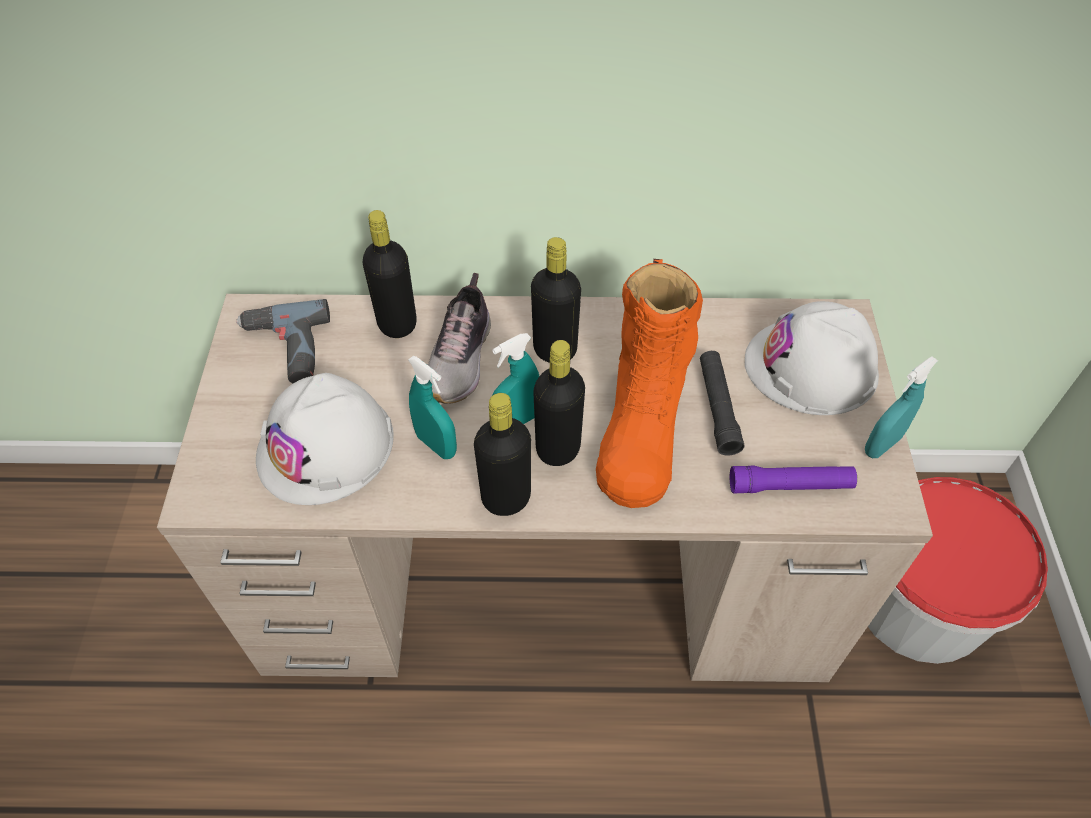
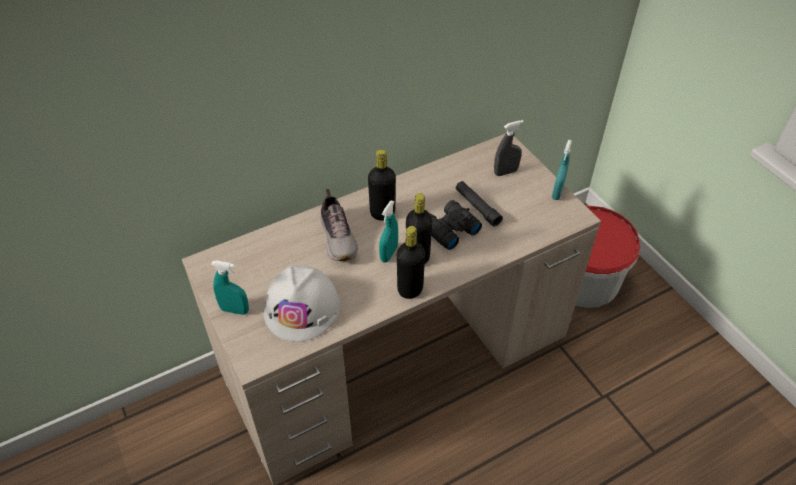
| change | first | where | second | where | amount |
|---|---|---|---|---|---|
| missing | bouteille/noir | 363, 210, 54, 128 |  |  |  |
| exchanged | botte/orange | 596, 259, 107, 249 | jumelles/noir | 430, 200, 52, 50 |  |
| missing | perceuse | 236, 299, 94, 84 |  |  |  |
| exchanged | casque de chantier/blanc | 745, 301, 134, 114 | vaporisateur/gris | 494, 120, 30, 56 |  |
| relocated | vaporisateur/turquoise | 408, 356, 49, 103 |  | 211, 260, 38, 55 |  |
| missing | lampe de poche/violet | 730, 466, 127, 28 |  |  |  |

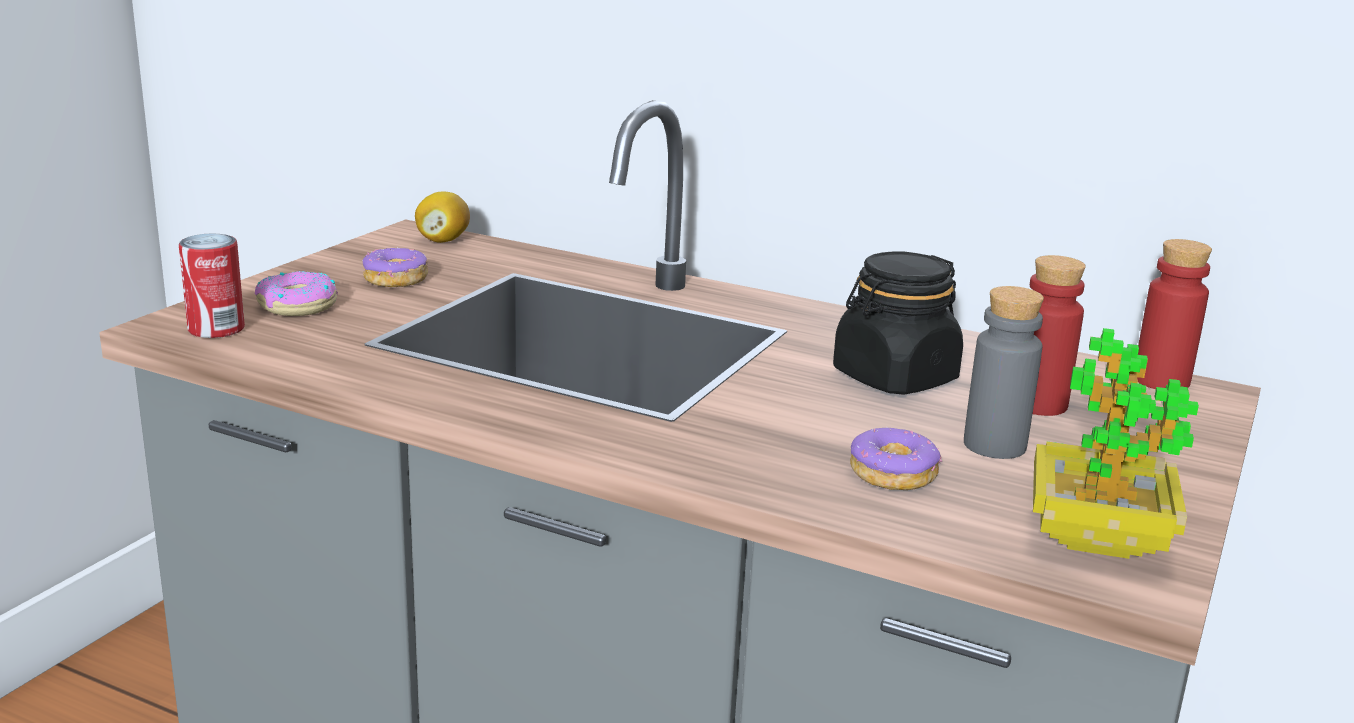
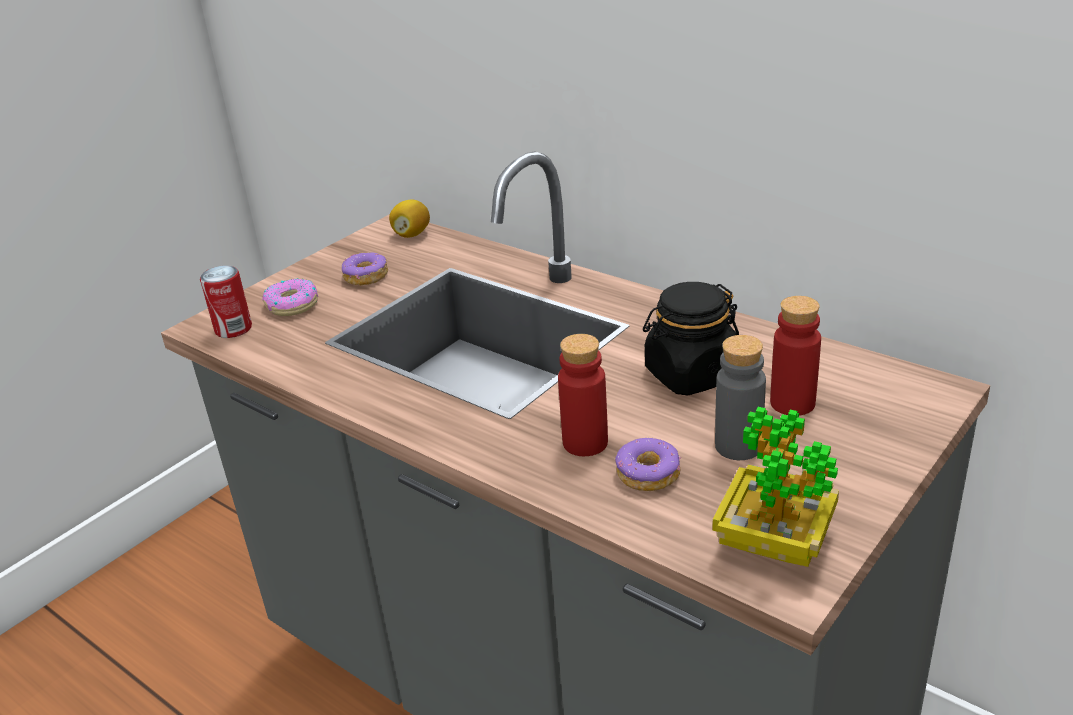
| change | first | where | second | where | amount |
|---|---|---|---|---|---|
| relocated | bouteille/rouge | 1137, 239, 75, 150 |  | 558, 334, 50, 122 |  |

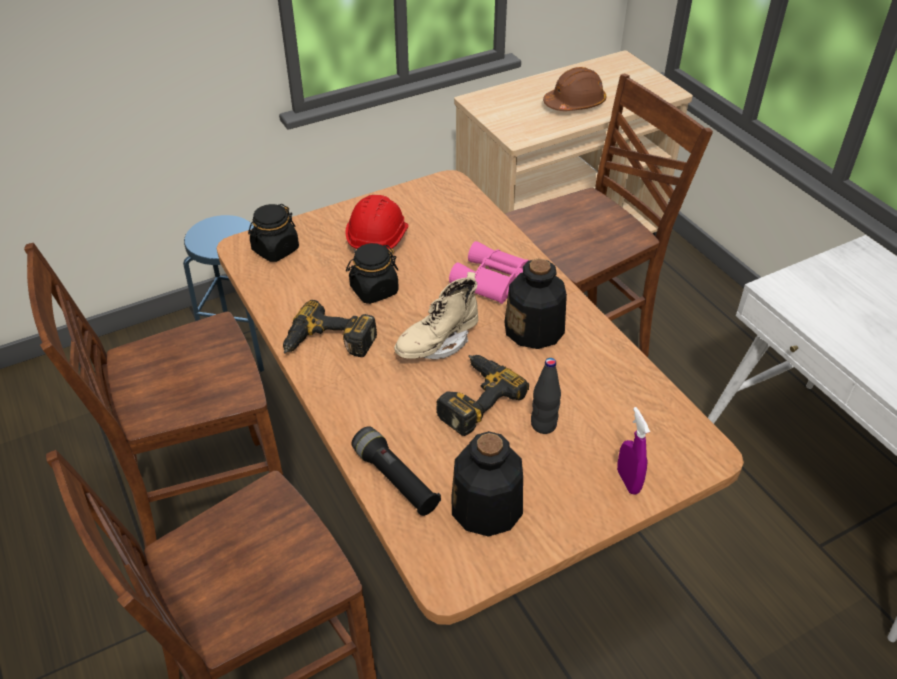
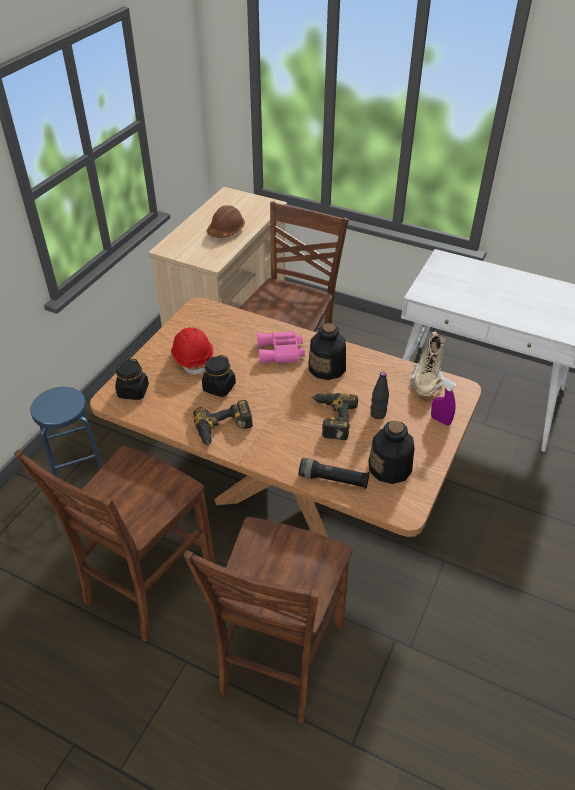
| change | first | where | second | where | amount |
|---|---|---|---|---|---|
| relocated | botte/beige | 394, 272, 84, 88 |  | 410, 331, 35, 65 |  |

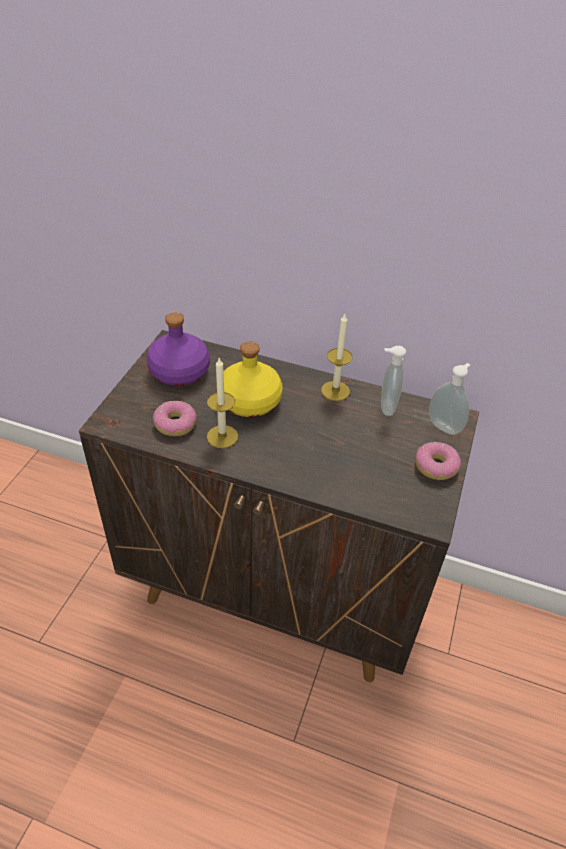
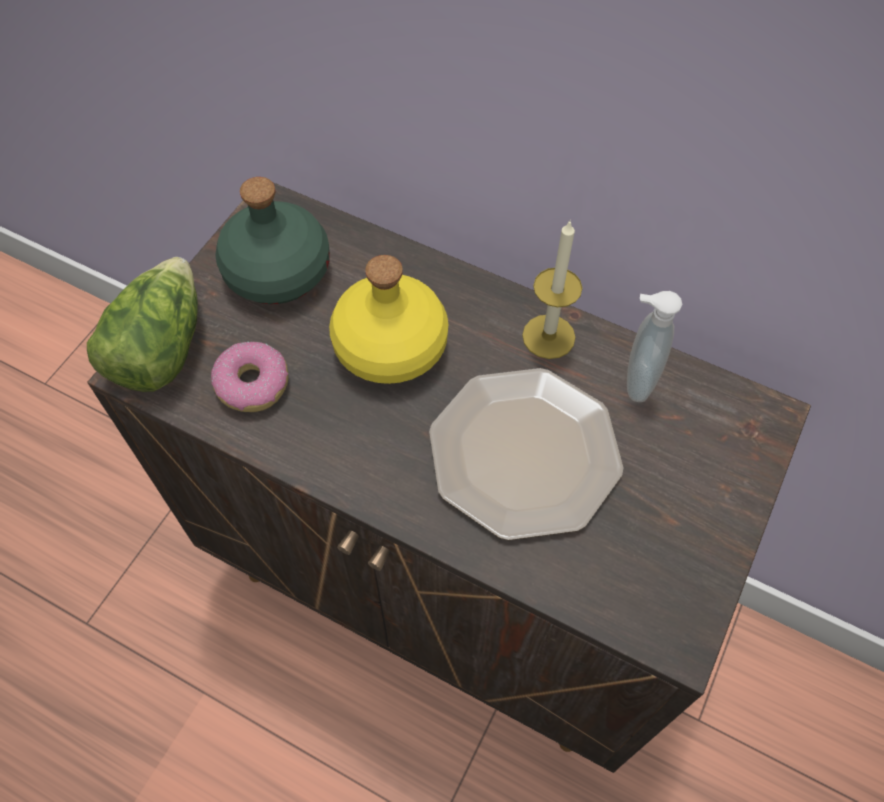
| change | first | where | second | where | amount |
|---|---|---|---|---|---|
| colour | bouteille/violet | 146, 313, 64, 73 | bouteille/vert | 215, 177, 115, 127 |  |
| missing | bougie | 207, 358, 31, 90 |  |  |  |
| missing | distributeur de savon | 429, 363, 41, 72 |  |  |  |
| missing | beignet | 415, 442, 46, 38 |  |  |  |
| appeared |  |  | laitue | 87, 257, 111, 135 |  |
| appeared |  |  | assiette | 429, 368, 195, 172 |  |

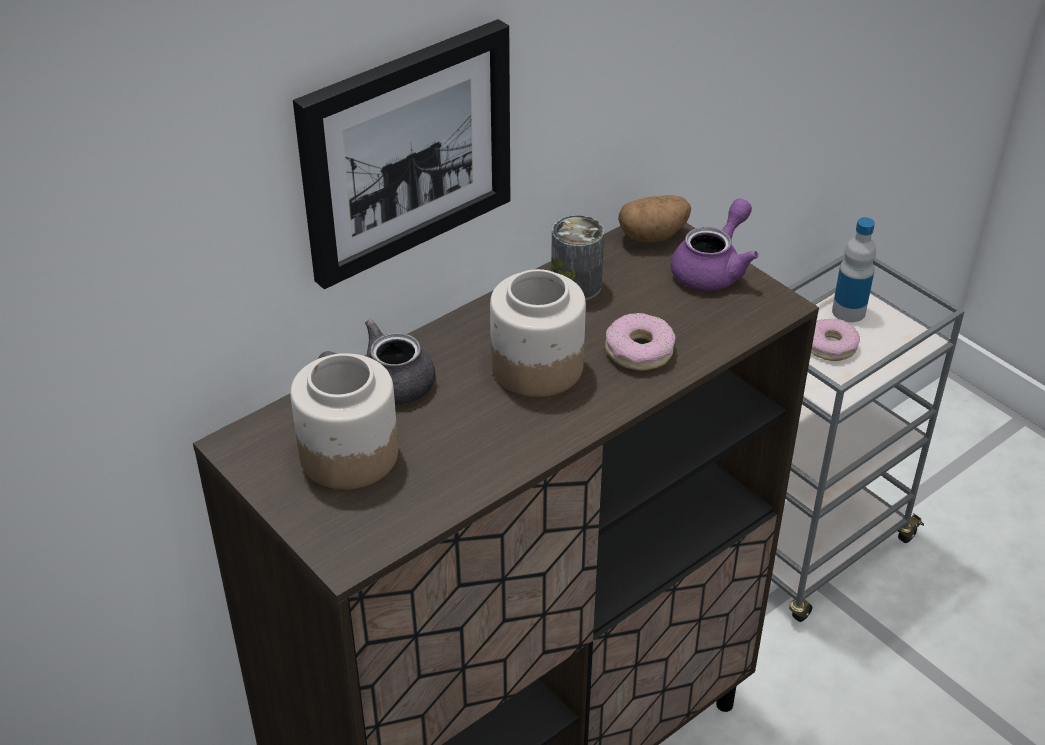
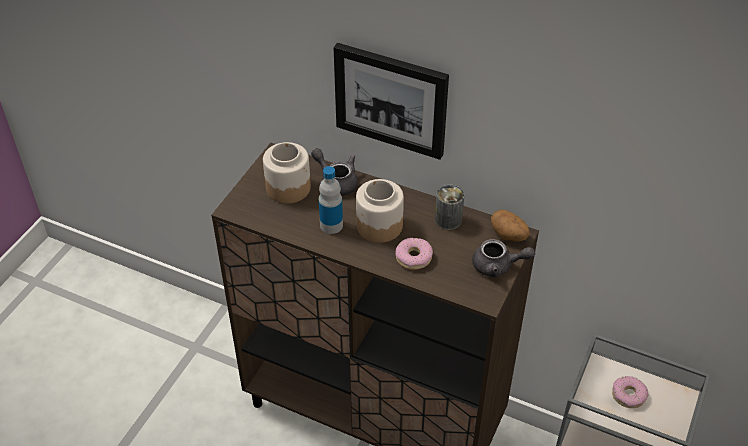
| change | first | where | second | where | amount |
|---|---|---|---|---|---|
| colour | théière/violet | 671, 198, 88, 93 | théière/gris | 472, 239, 63, 38 |  |
| relocated | bouteille | 832, 217, 44, 105 |  | 319, 166, 24, 68 |  |

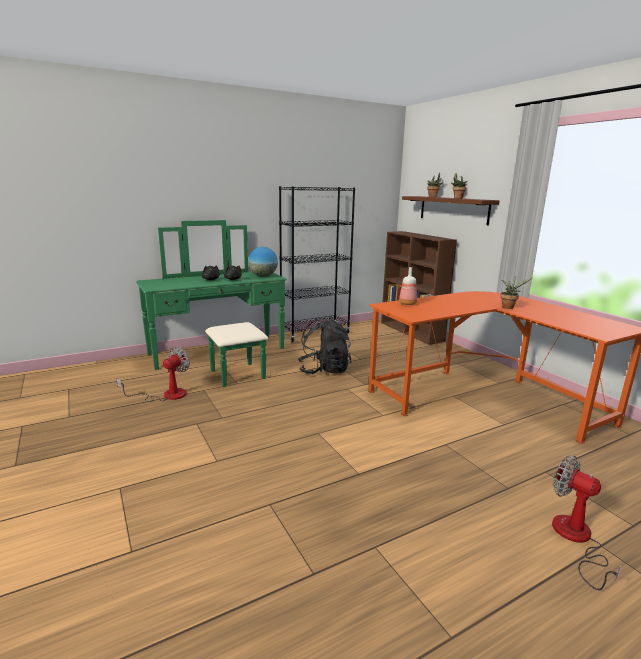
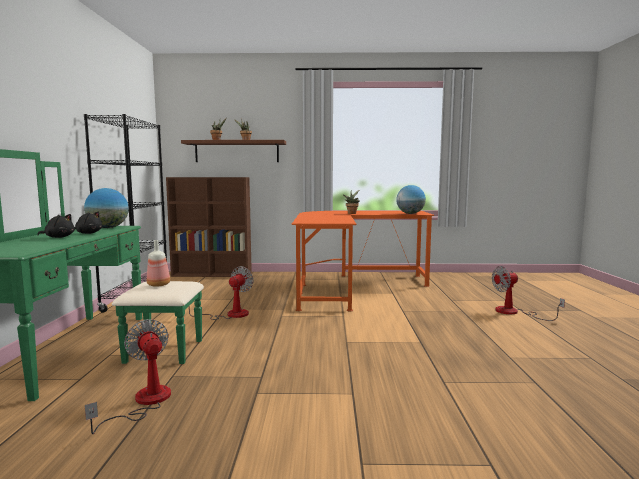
| change | first | where | second | where | amount |
|---|---|---|---|---|---|
| relocated | bouteille | 399, 267, 18, 38 |  | 147, 240, 23, 47 |  |
| exchanged | sac à dos/noir | 298, 319, 53, 55 | ventilateur | 189, 266, 64, 54 |  |
| appeared |  |  | globe | 396, 185, 30, 29 |  |

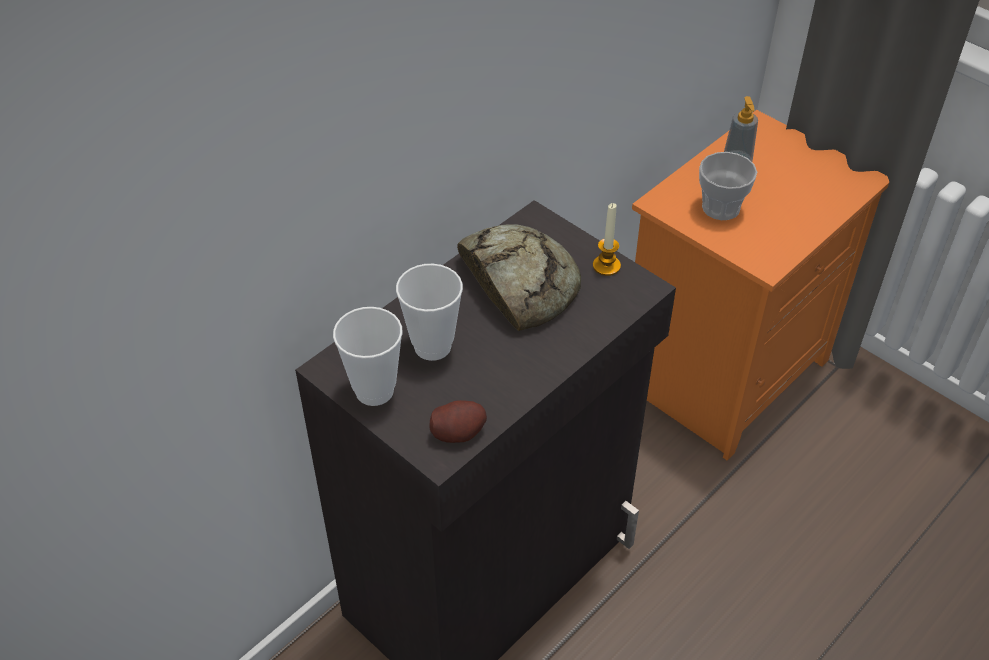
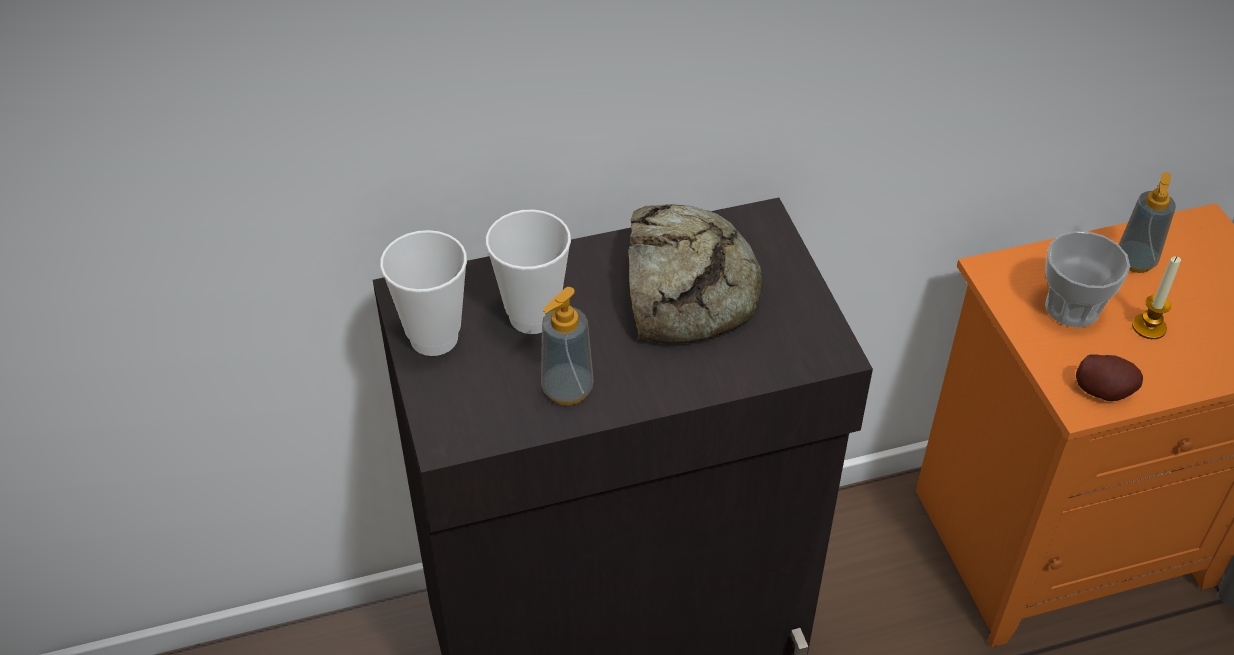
| change | first | where | second | where | amount |
|---|---|---|---|---|---|
| relocated | bougie | 593, 203, 28, 73 |  | 1132, 256, 49, 83 |  |
| relocated | pomme de terre | 429, 400, 58, 43 |  | 1076, 354, 67, 47 |  |
| appeared |  |  | distributeur de savon | 541, 287, 53, 118 |  |

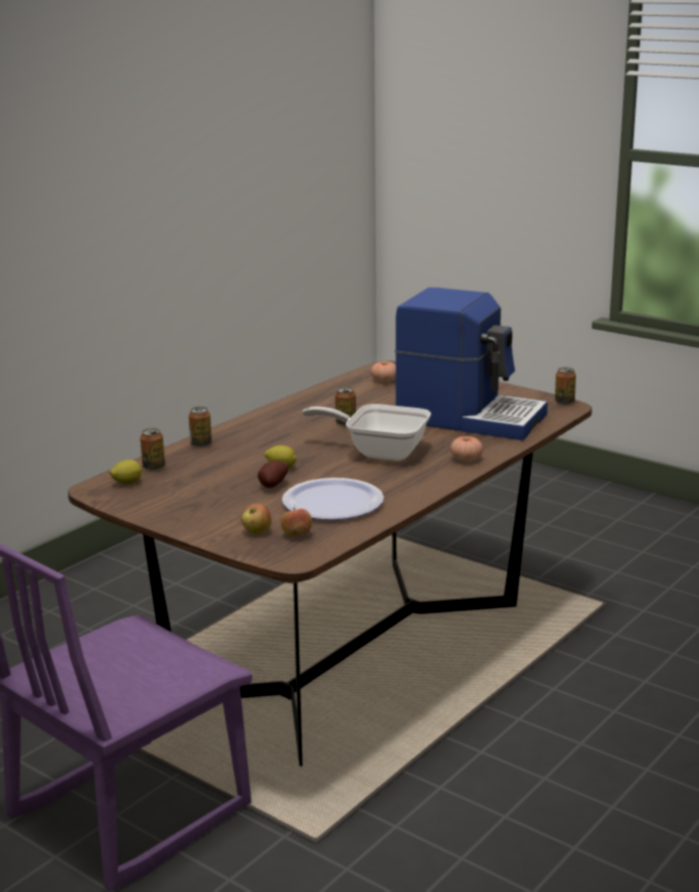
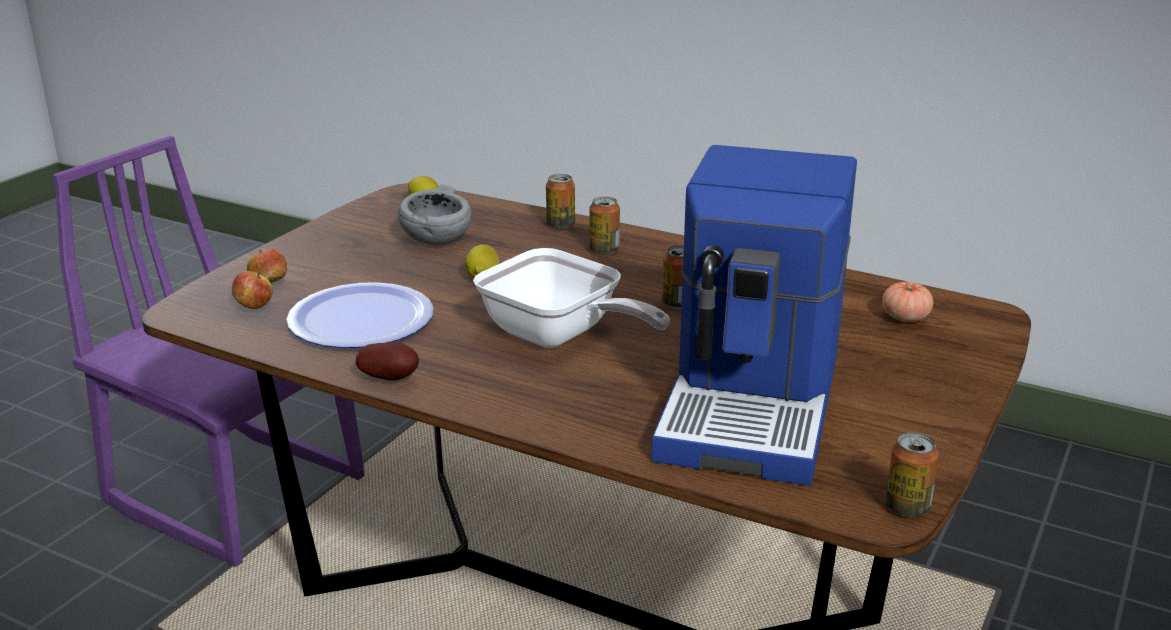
| change | first | where | second | where | amount |
|---|---|---|---|---|---|
| spun | poêle | 302, 404, 129, 57 |  | 473, 248, 197, 100 | 120 degrees clockwise |
| relocated | boîte métallique | 140, 428, 25, 43 |  | 589, 197, 31, 57 |  |
| missing | tomate | 450, 436, 33, 26 |  |  |  |
| relocated | pomme de terre | 258, 460, 30, 28 |  | 356, 341, 63, 40 |  |
| appeared |  |  | bol/gris | 398, 185, 73, 60 |  |

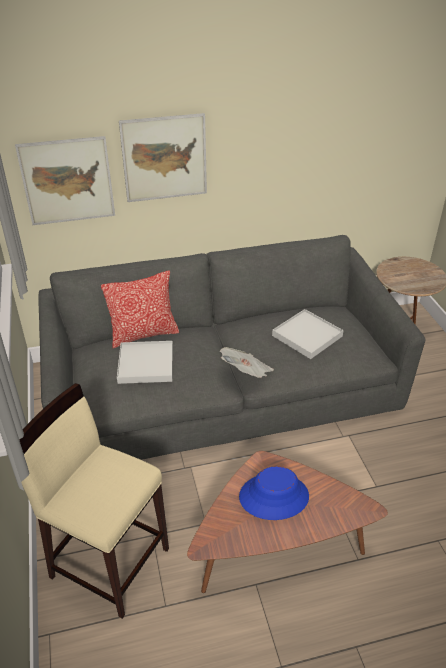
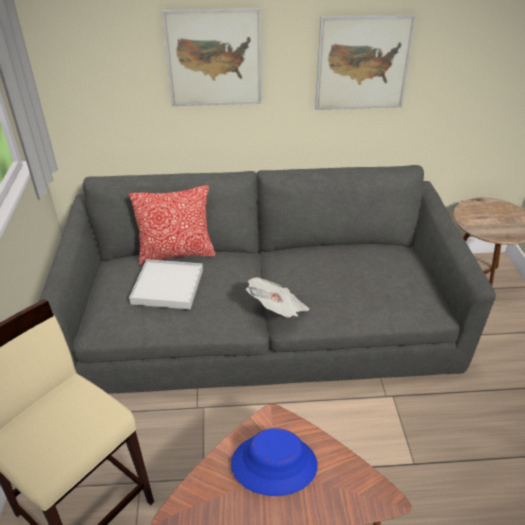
| change | first | where | second | where | amount |
|---|---|---|---|---|---|
| relocated | tableau | 15, 136, 100, 89 |  | 315, 15, 101, 95 |  |
| missing | plateau/blanc | 272, 309, 72, 50 |  |  |  |

